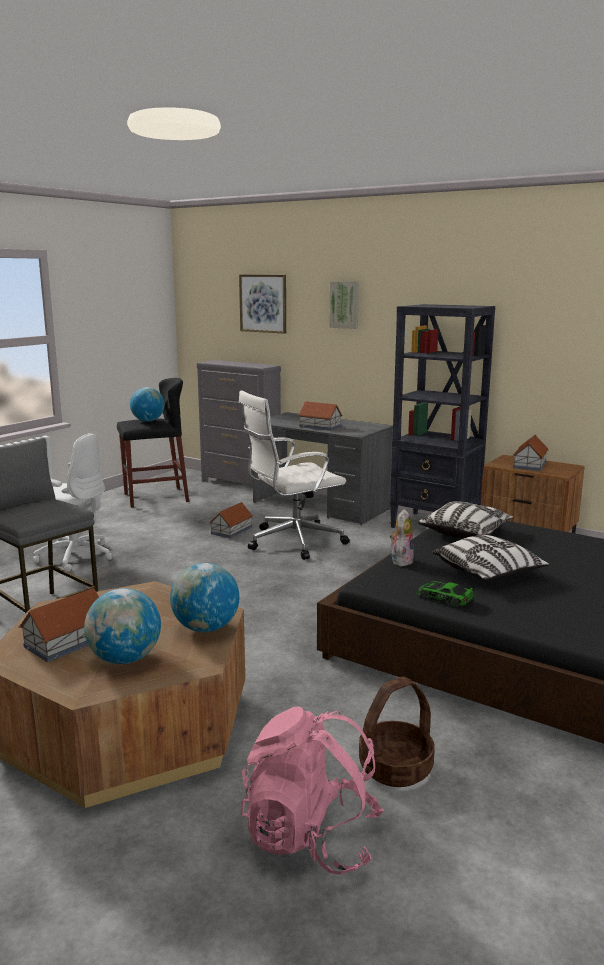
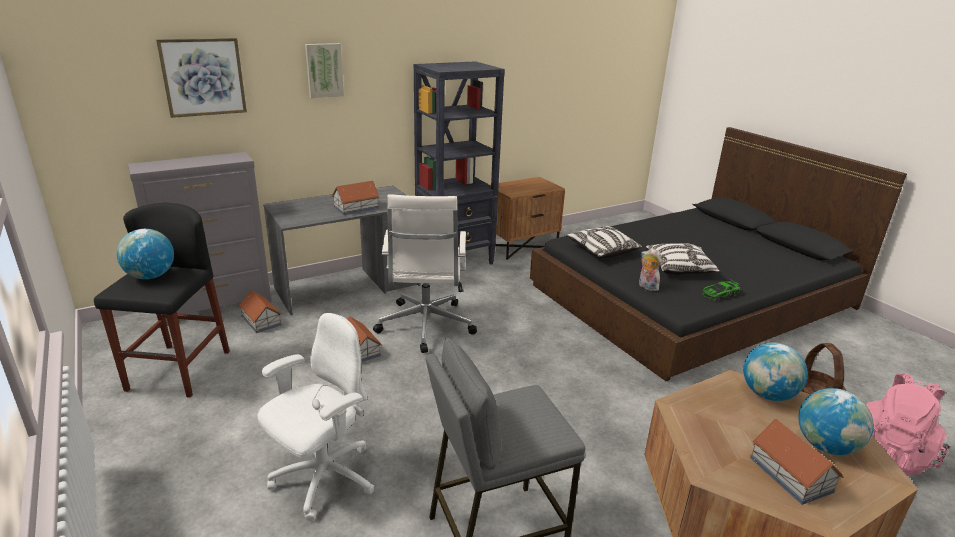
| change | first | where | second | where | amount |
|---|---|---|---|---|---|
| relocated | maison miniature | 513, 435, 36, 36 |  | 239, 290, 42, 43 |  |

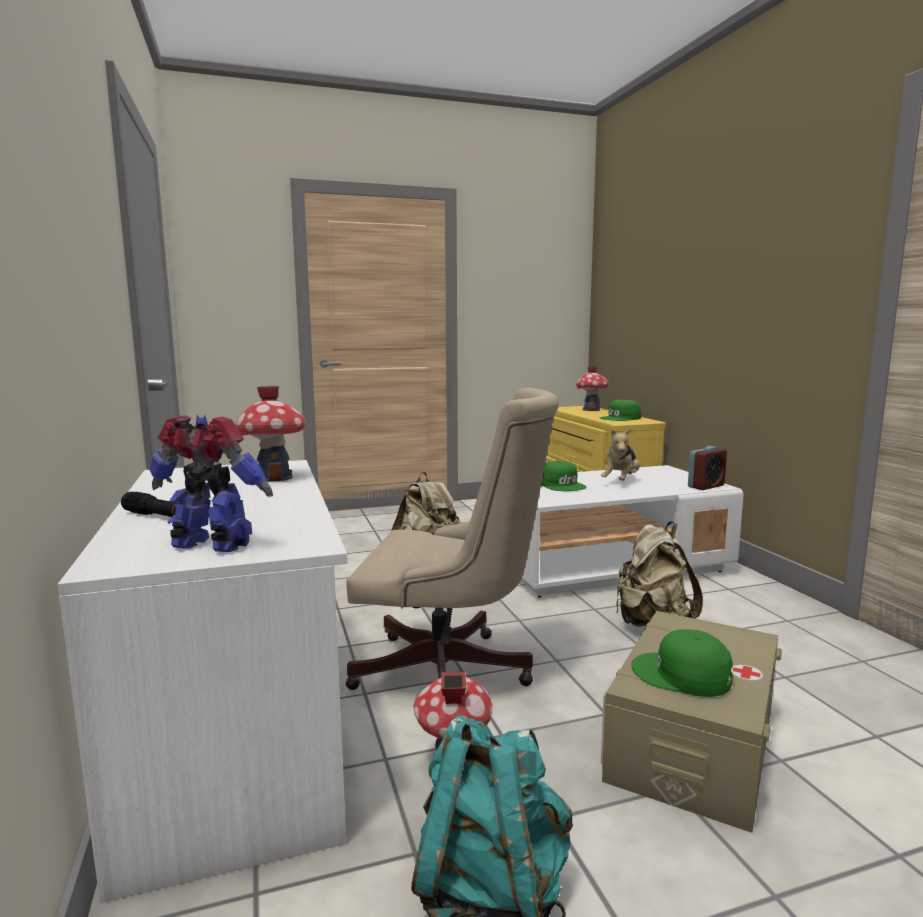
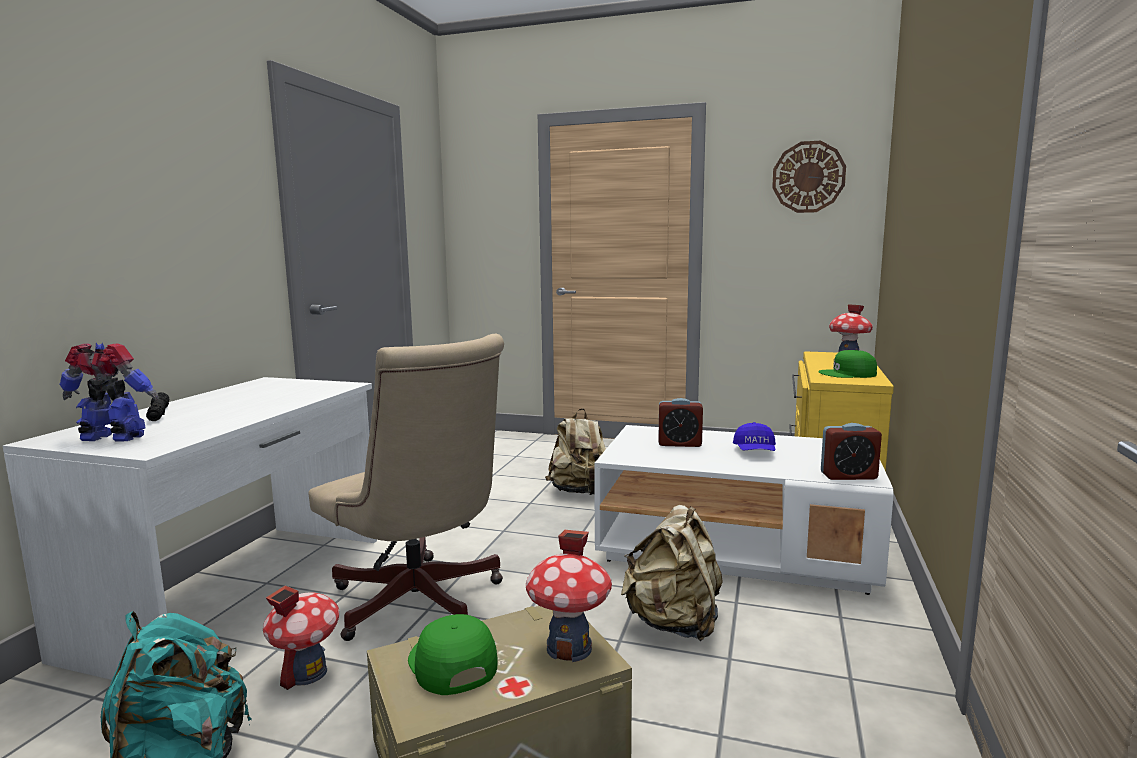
| change | first | where | second | where | amount |
|---|---|---|---|---|---|
| relocated | maison miniature | 236, 386, 70, 96 |  | 526, 530, 86, 132 |  |
| spun | robot jouet | 149, 415, 124, 137 |  | 60, 343, 99, 98 | 45 degrees counterclockwise |
| exchanged | peluche | 601, 428, 39, 53 | casquette/bleu | 733, 422, 43, 29 |  |
| exchanged | casquette/vert | 541, 461, 46, 30 | réveil | 659, 398, 44, 49 |  |
| appeared |  |  | horloge murale | 772, 141, 74, 72 |  |

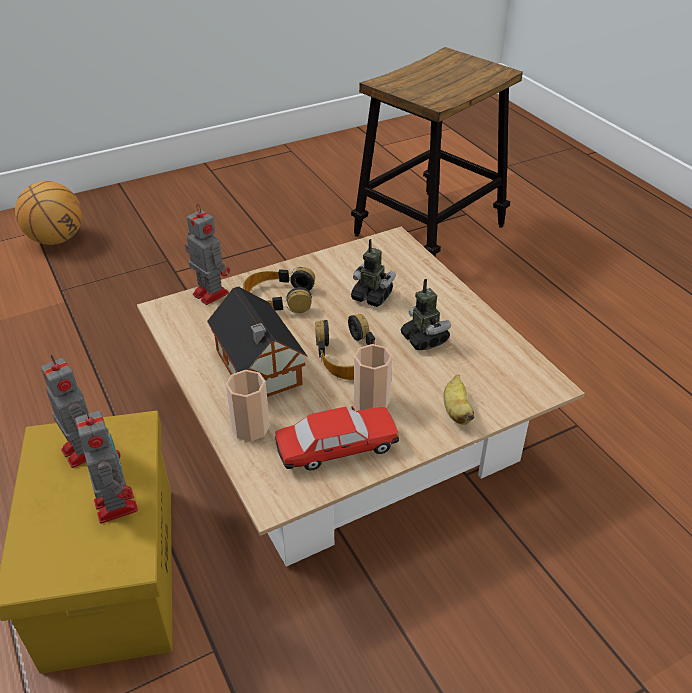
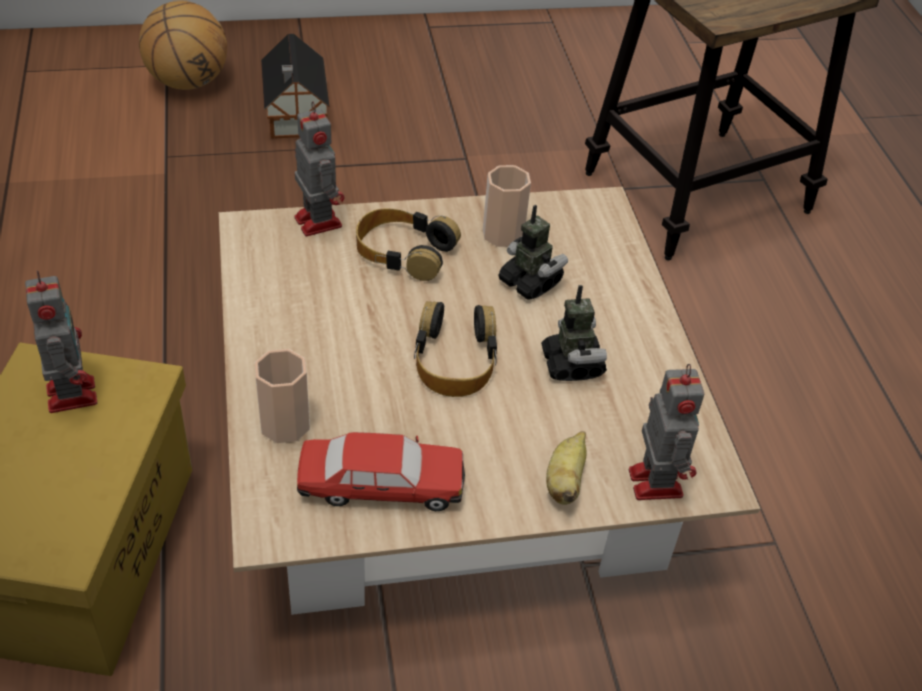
| change | first | where | second | where | amount |
|---|---|---|---|---|---|
| relocated | maison miniature | 207, 286, 100, 111 |  | 261, 34, 69, 105 |  |
| relocated | tasse | 354, 344, 38, 66 |  | 483, 165, 48, 82 |  |
| relocated | robot jouet | 75, 408, 63, 116 |  | 629, 364, 75, 136 |  |

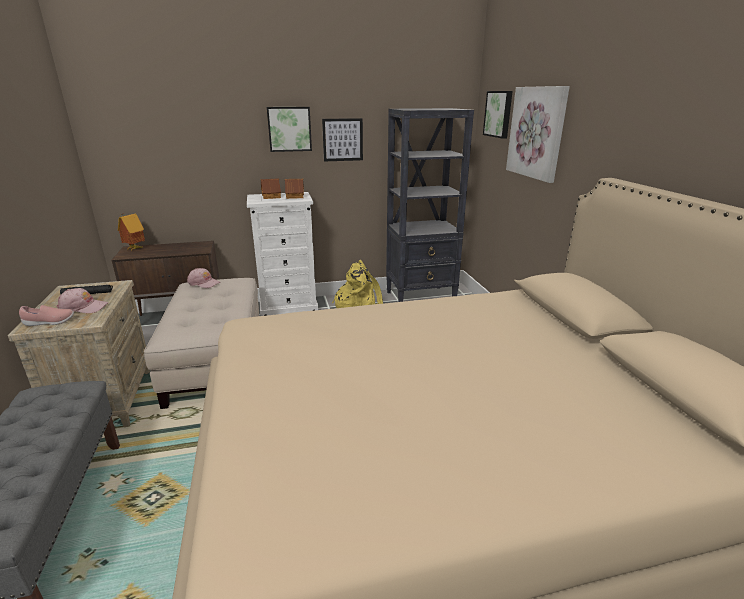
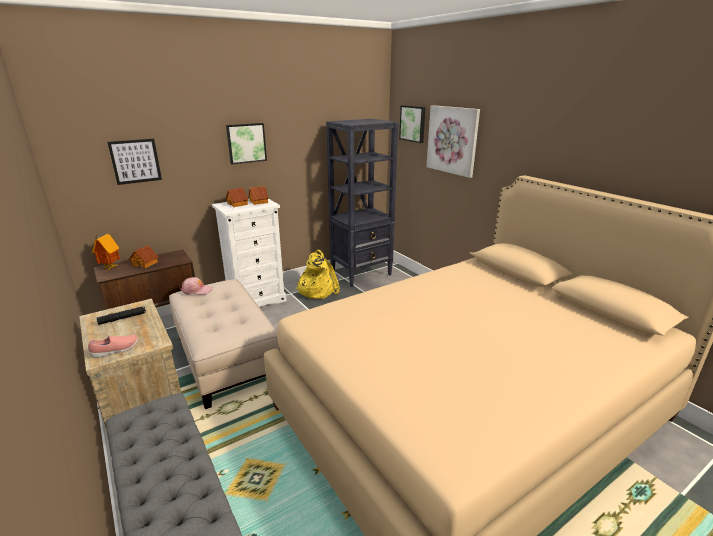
| change | first | where | second | where | amount |
|---|---|---|---|---|---|
| relocated | tableau | 322, 118, 41, 44 |  | 107, 139, 55, 46 |  |
| missing | casquette/rose | 56, 288, 53, 25 |  |  |  |
| appeared |  |  | maison miniature | 129, 245, 30, 23 |  |

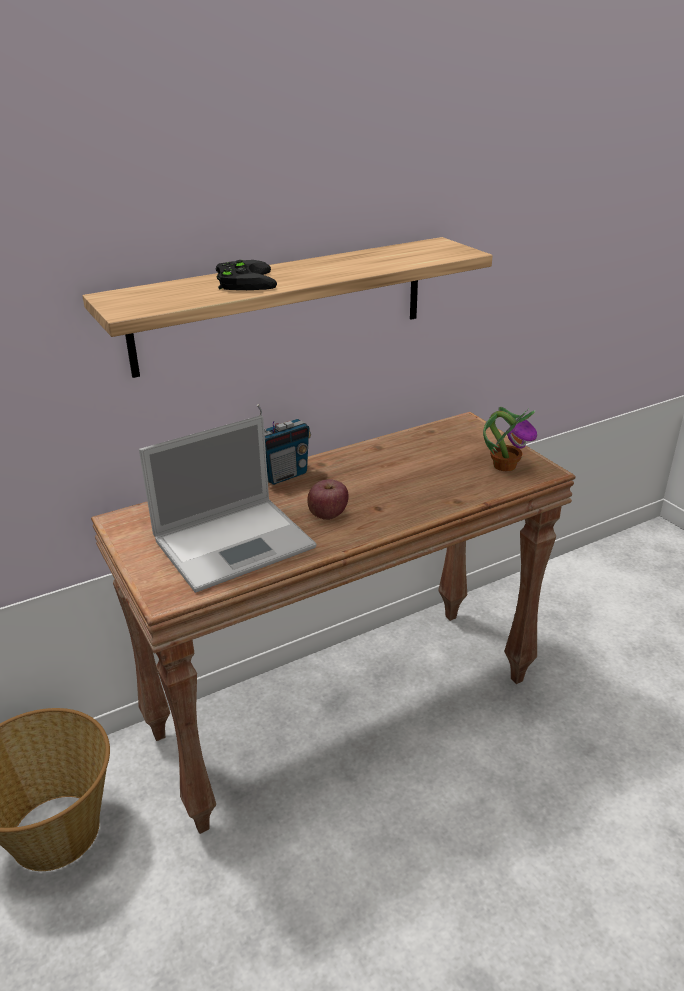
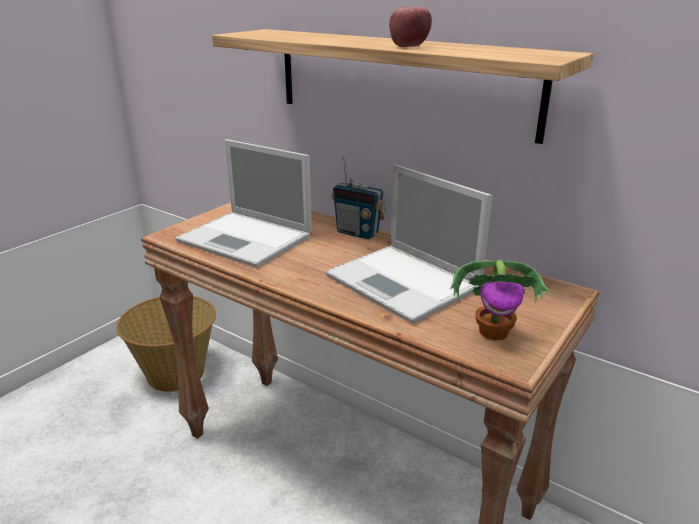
| change | first | where | second | where | amount |
|---|---|---|---|---|---|
| missing | manette/noir | 216, 260, 61, 30 |  |  |  |
| relocated | pomme | 307, 479, 42, 41 |  | 389, 7, 43, 40 |  |
| appeared |  |  | ordinateur portable | 326, 164, 166, 160 |  |

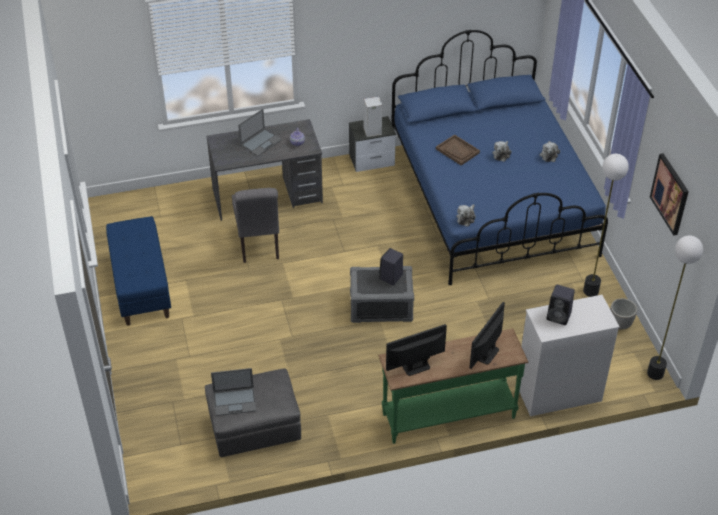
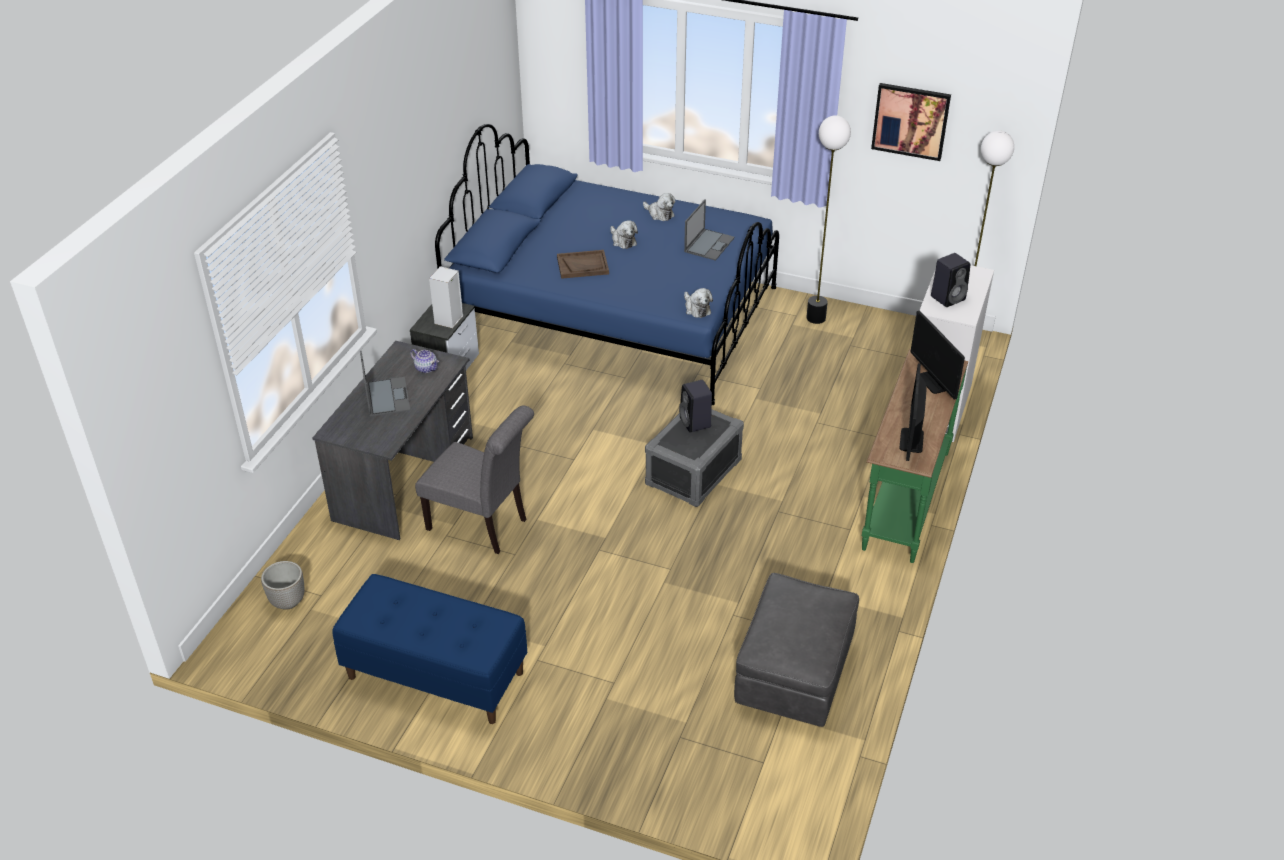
| change | first | where | second | where | amount |
|---|---|---|---|---|---|
| relocated | cache-pot | 610, 298, 27, 32 |  | 261, 561, 43, 49 |  |
| relocated | ordinateur portable | 211, 368, 45, 48 |  | 684, 199, 51, 62 |  |

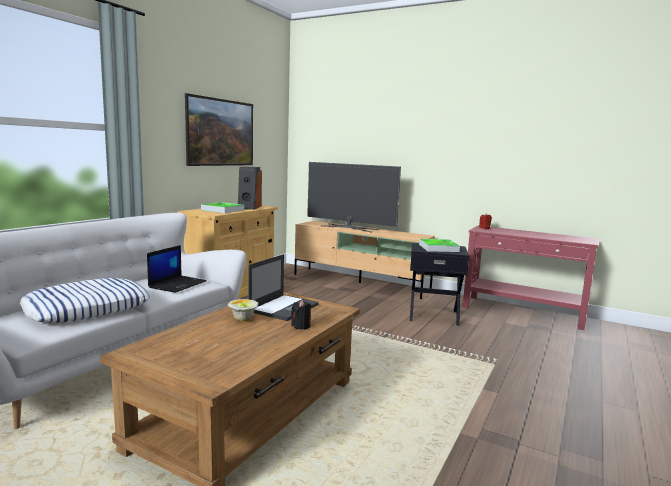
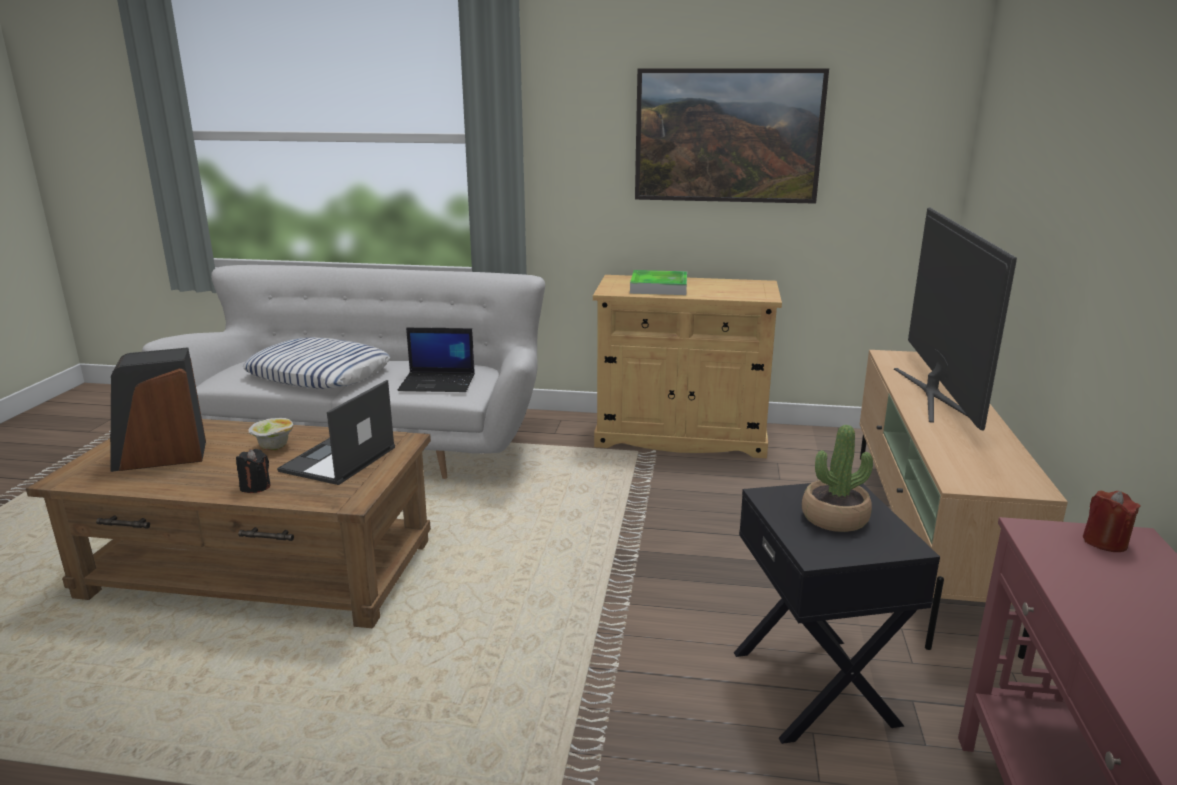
| change | first | where | second | where | amount |
|---|---|---|---|---|---|
| relocated | enceinte | 238, 166, 24, 44 |  | 110, 347, 96, 125 |  |
| exchanged | plateau | 419, 239, 41, 13 | plante en pot | 802, 425, 71, 107 |  |
| spun | ordinateur portable | 248, 254, 71, 67 |  | 277, 380, 118, 105 | 105 degrees clockwise |

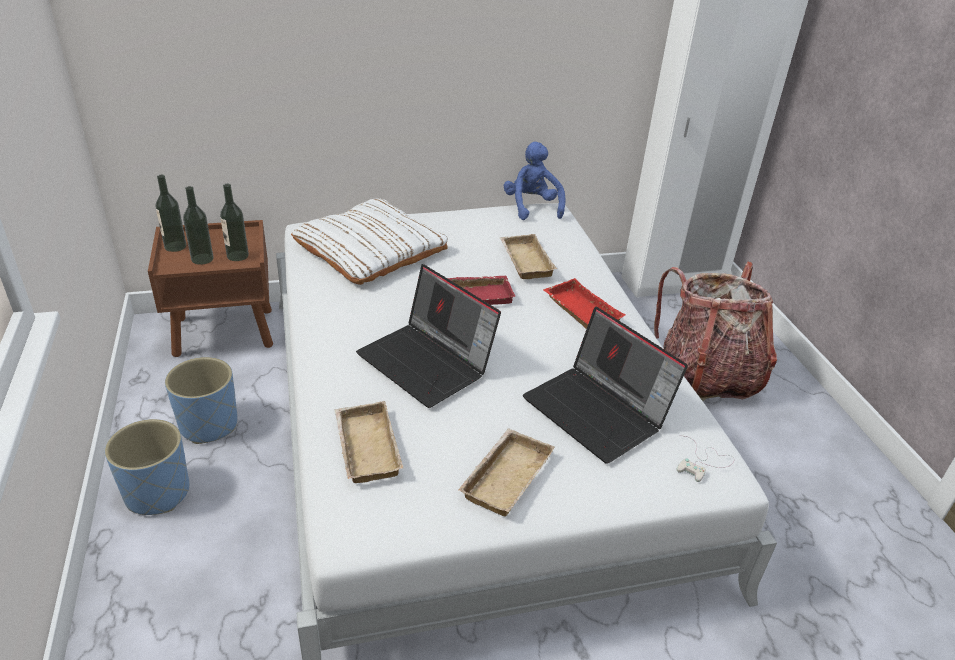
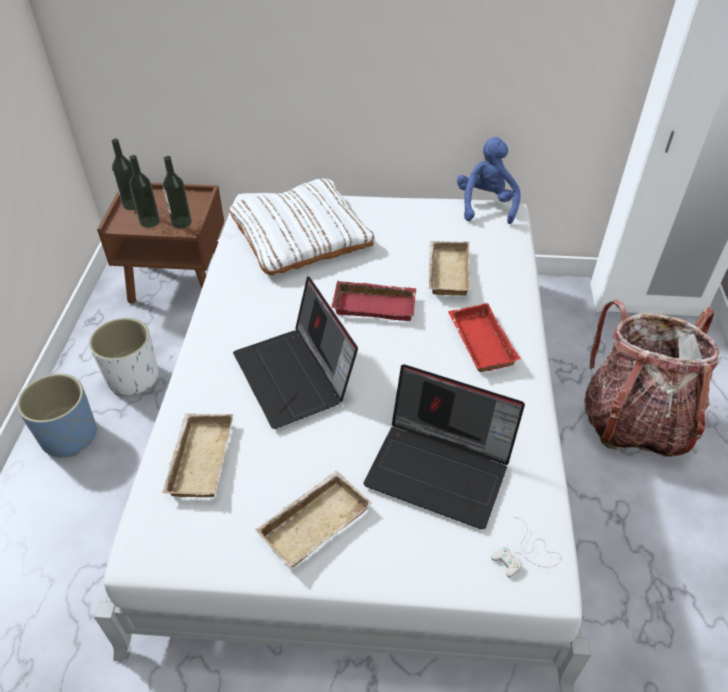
| change | first | where | second | where | amount |
|---|---|---|---|---|---|
| spun | ordinateur portable | 523, 307, 165, 157 |  | 363, 364, 162, 165 | 45 degrees counterclockwise |
| colour | cache-pot/bleu | 165, 357, 73, 87 | cache-pot/blanc | 89, 318, 69, 78 |  |

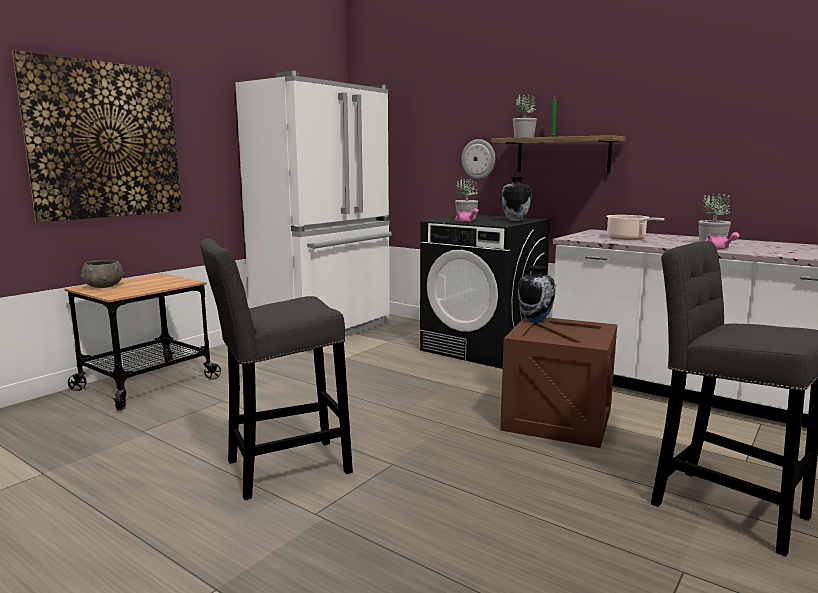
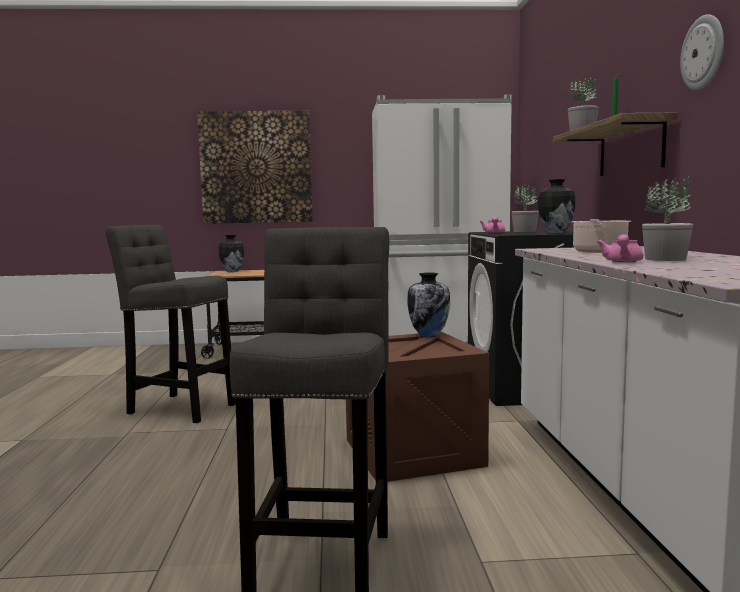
| change | first | where | second | where | amount |
|---|---|---|---|---|---|
| relocated | horloge murale | 461, 139, 34, 40 |  | 680, 14, 44, 76 |  |
| exchanged | bol/gris | 81, 260, 43, 28 | vase | 219, 235, 25, 37 |  |

